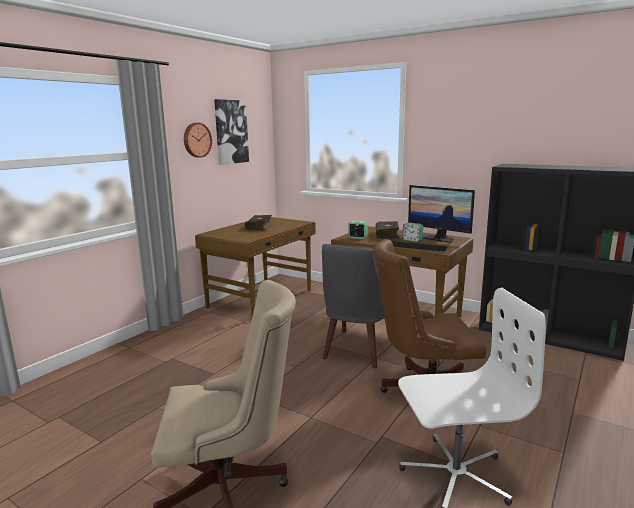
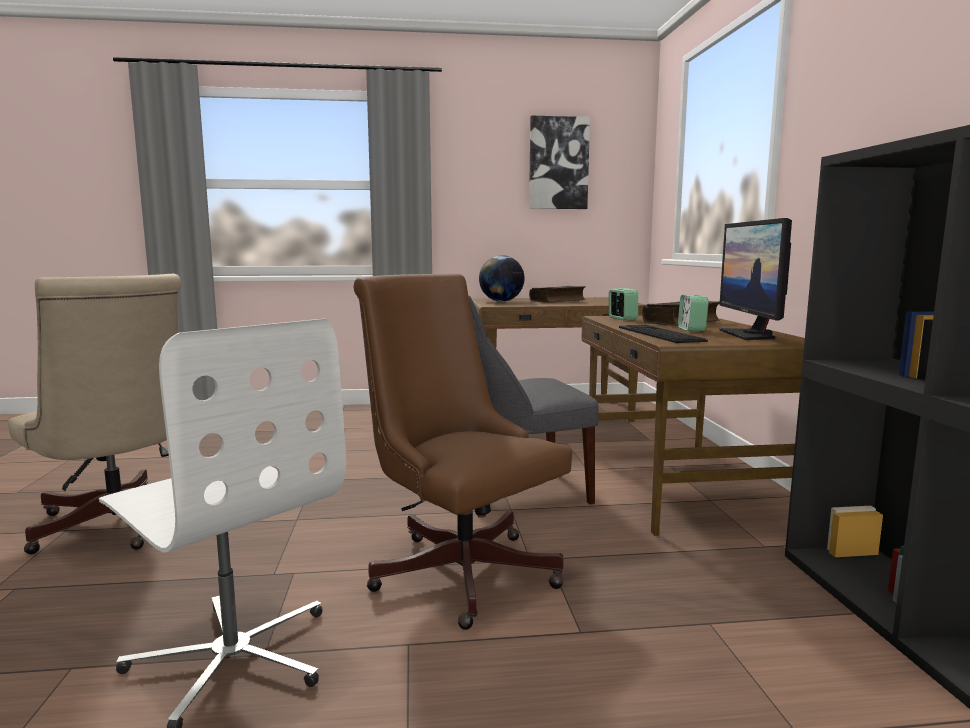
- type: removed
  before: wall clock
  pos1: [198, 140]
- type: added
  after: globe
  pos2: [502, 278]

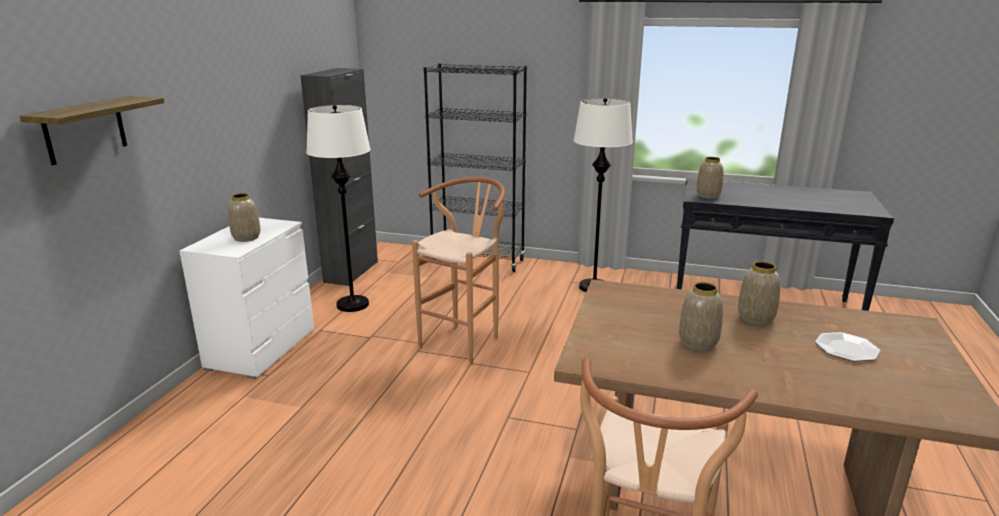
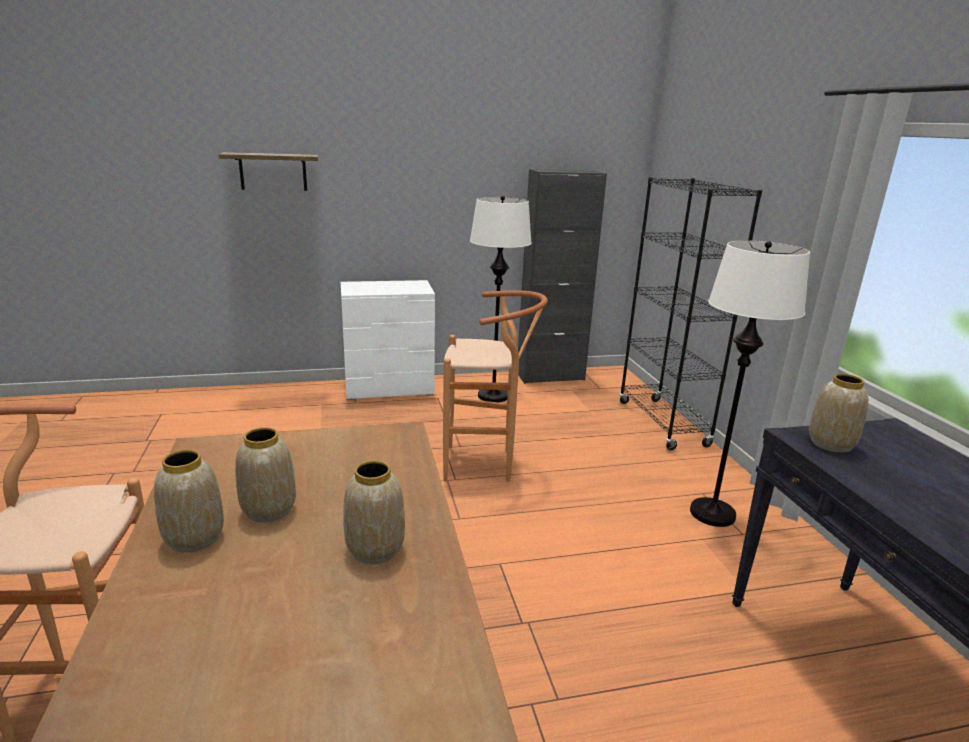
- type: moved
  before: vase
  pos1: [244, 217]
  pos2: [189, 501]
- type: removed
  before: plate
  pos1: [848, 347]

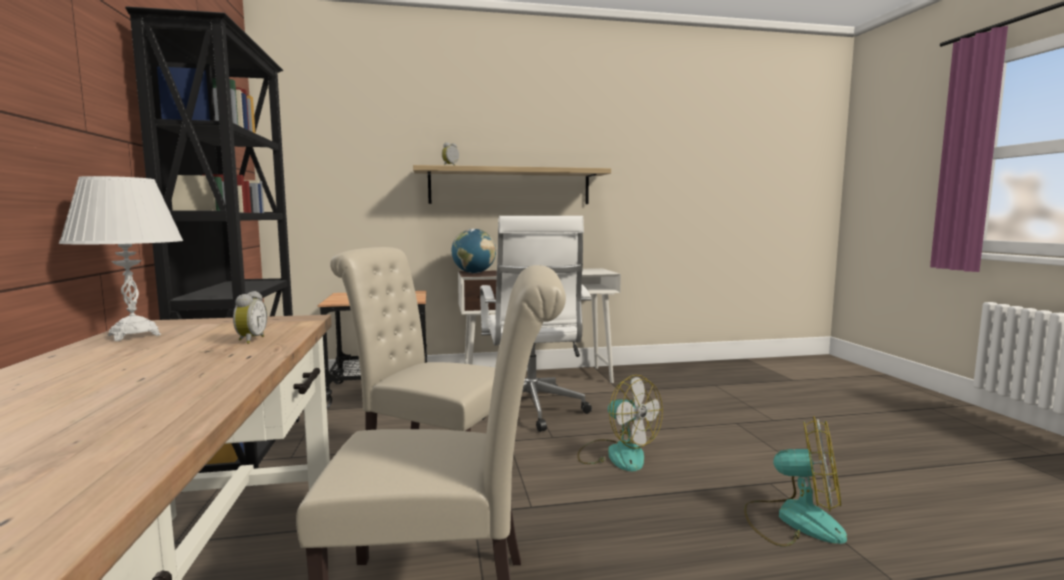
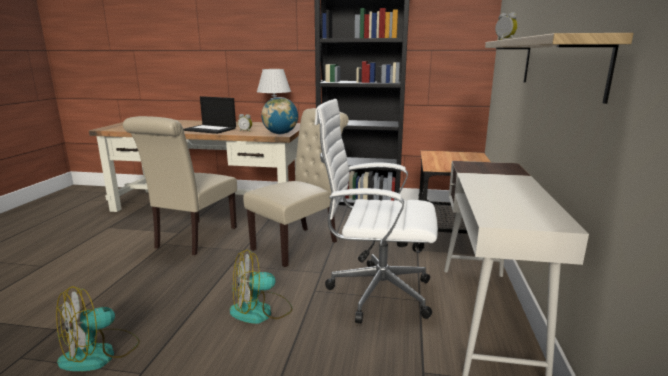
- type: moved
  before: globe
  pos1: [474, 251]
  pos2: [279, 115]
- type: added
  after: laptop
  pos2: [209, 115]

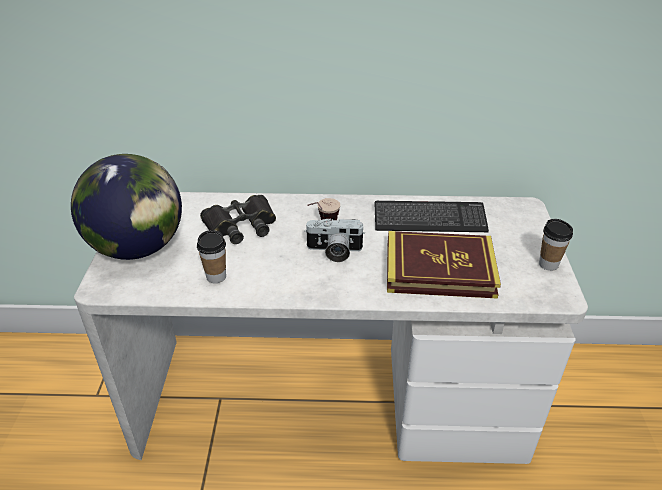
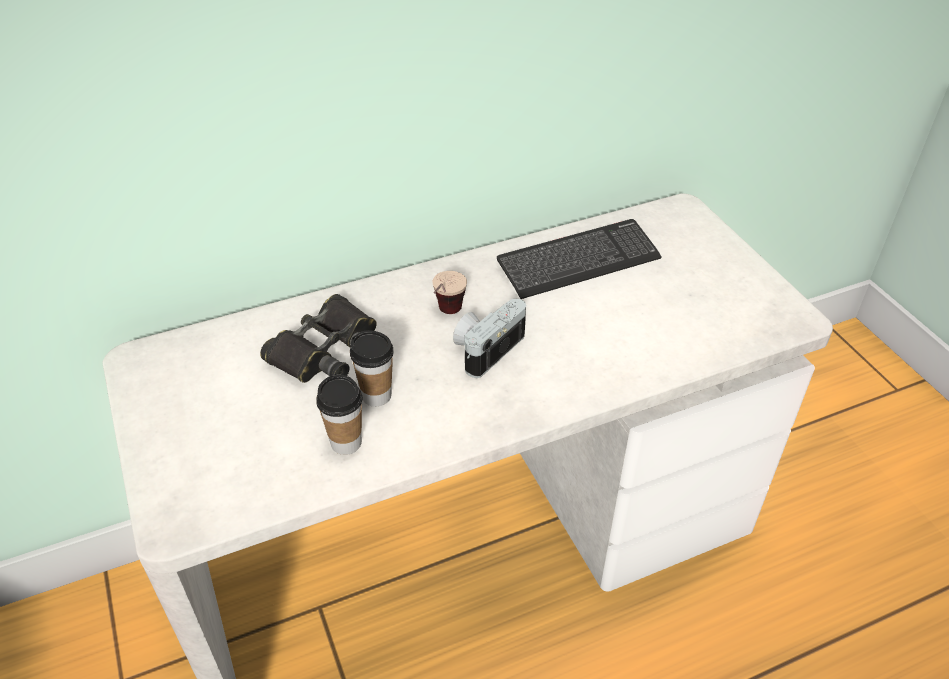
- type: removed
  before: globe
  pos1: [126, 207]
- type: turned
  before: photo camera
  pos1: [334, 240]
  pos2: [489, 338]
  turn: 150
- type: moved
  before: cup
  pos1: [556, 245]
  pos2: [372, 368]
- type: removed
  before: book
  pos1: [444, 265]

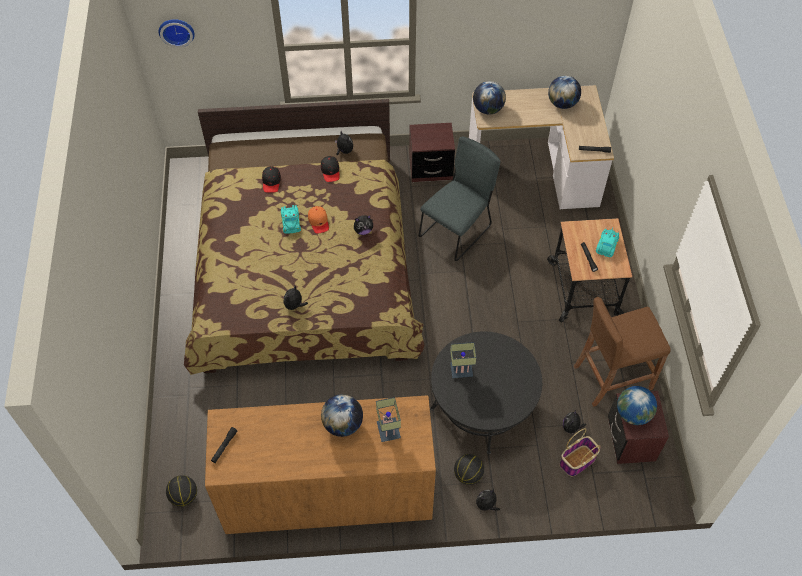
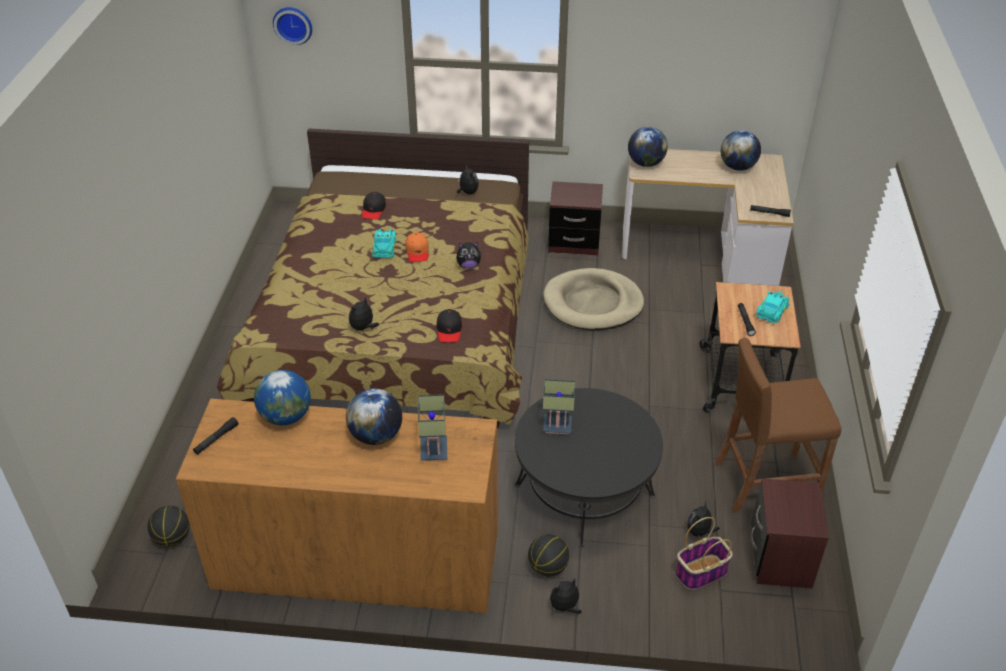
- type: replaced
  before: grey chair
  after: beige dog bed
  pos1: [460, 199]
  pos2: [593, 299]
- type: moved
  before: black cap
  pos1: [330, 169]
  pos2: [449, 325]
- type: moved
  before: globe
  pos1: [637, 405]
  pos2: [282, 398]

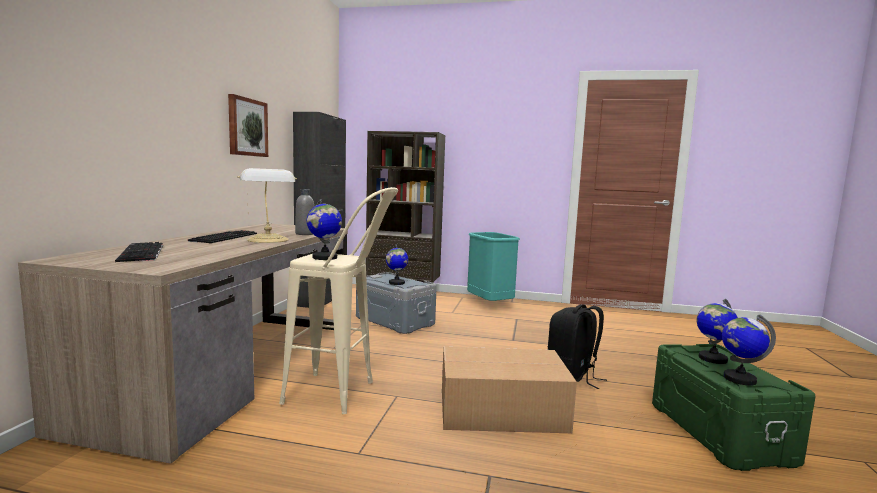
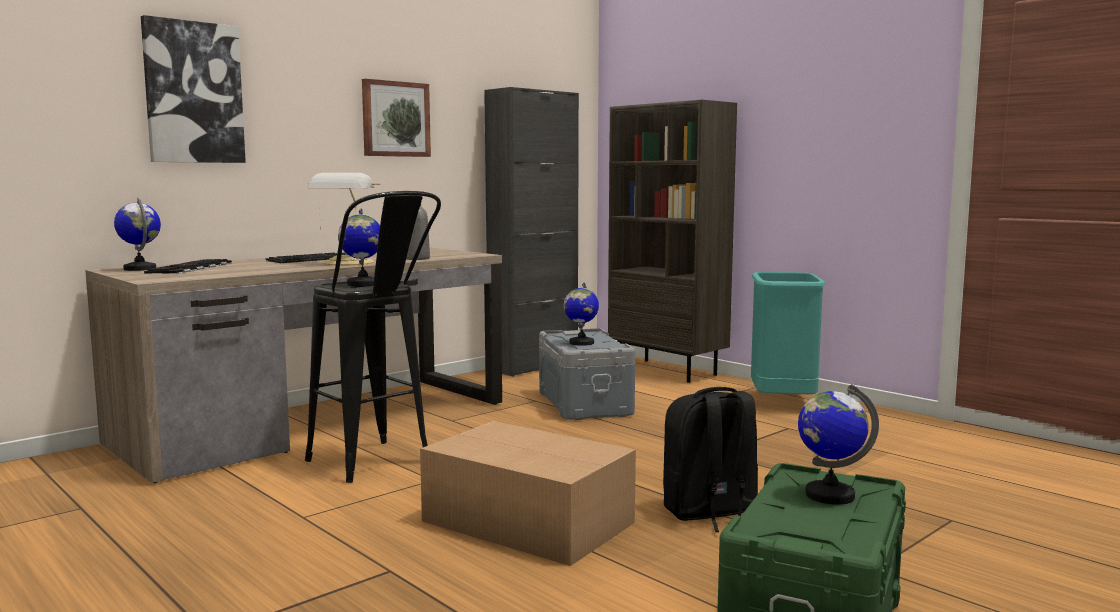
- type: recoloured
  before: beige stool
  after: black stool
  pos1: [338, 300]
  pos2: [373, 337]
- type: moved
  before: globe
  pos1: [749, 350]
  pos2: [137, 234]
- type: added
  after: picture
  pos2: [193, 89]

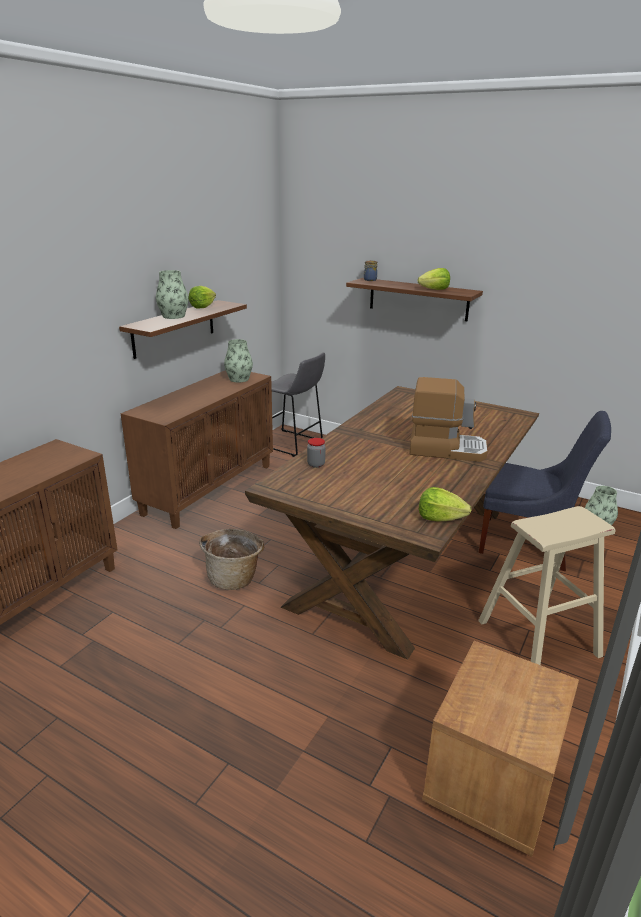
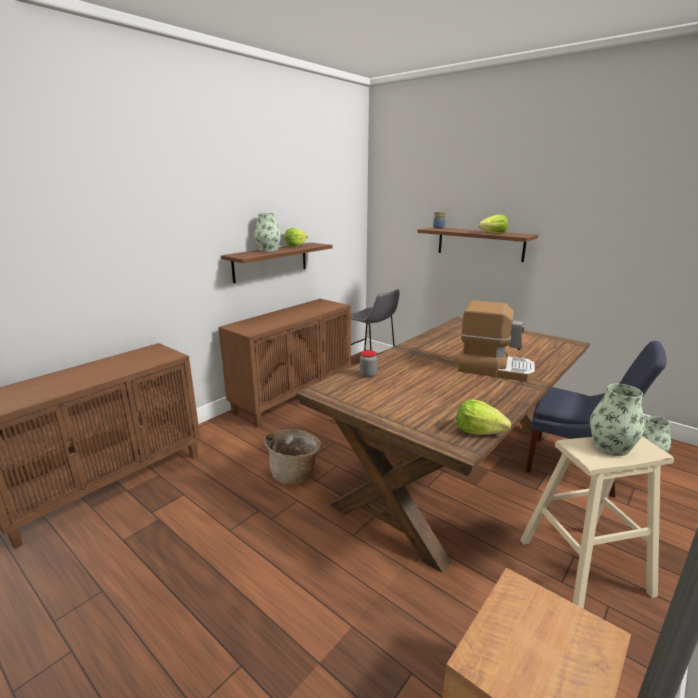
- type: moved
  before: vase
  pos1: [238, 360]
  pos2: [617, 420]

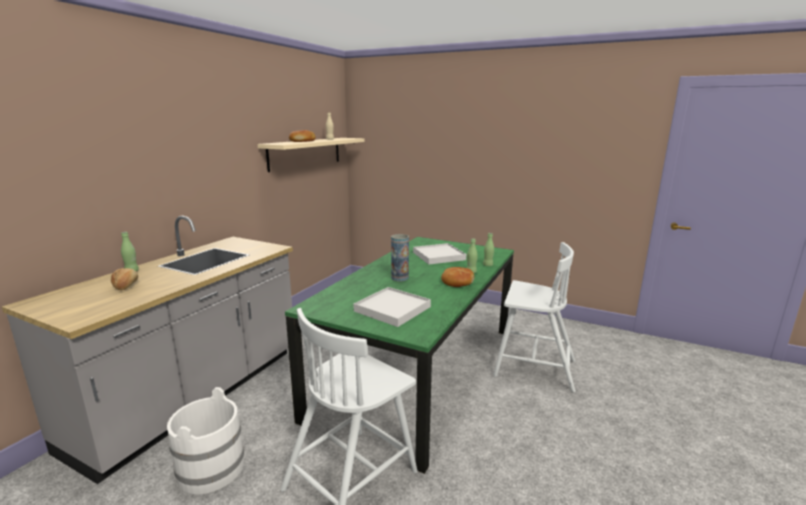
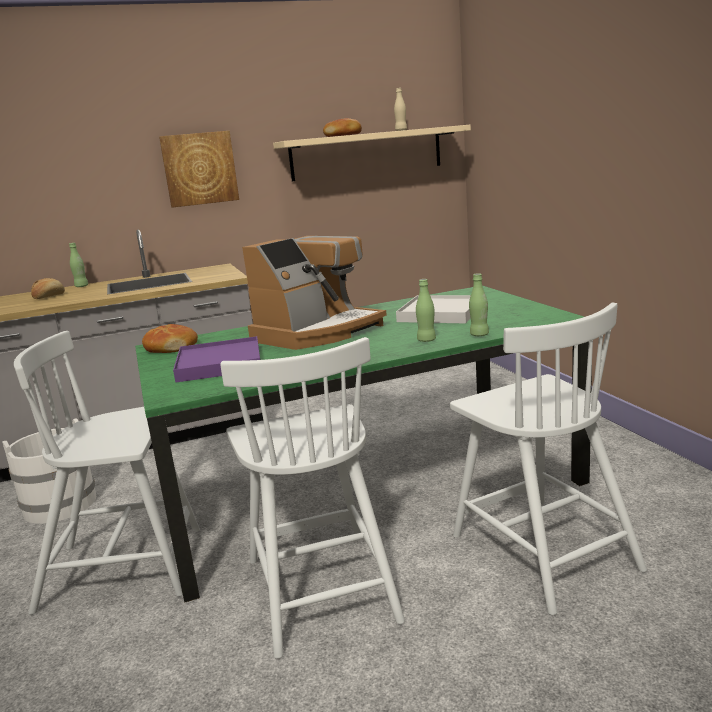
- type: replaced
  before: vase
  after: coffee machine
  pos1: [400, 258]
  pos2: [314, 293]
- type: moved
  before: bread
  pos1: [457, 277]
  pos2: [170, 338]
- type: recoloured
  before: white tray
  after: purple tray
  pos1: [392, 307]
  pos2: [216, 359]
- type: added
  after: picture
  pos2: [199, 169]
- type: added
  after: white chair
  pos2: [312, 498]

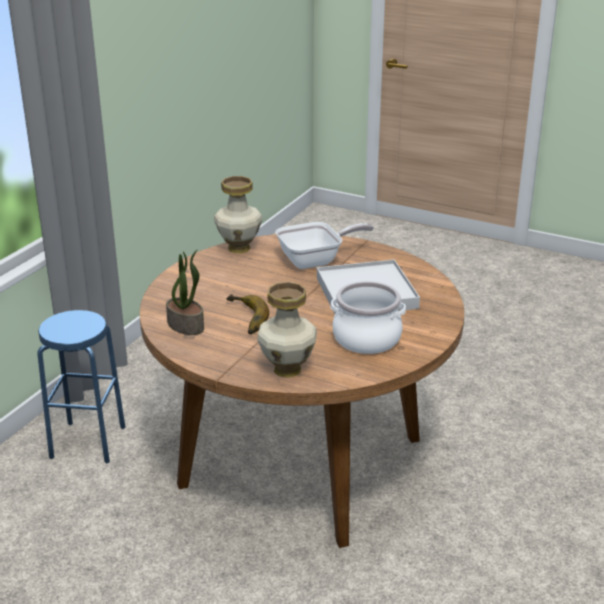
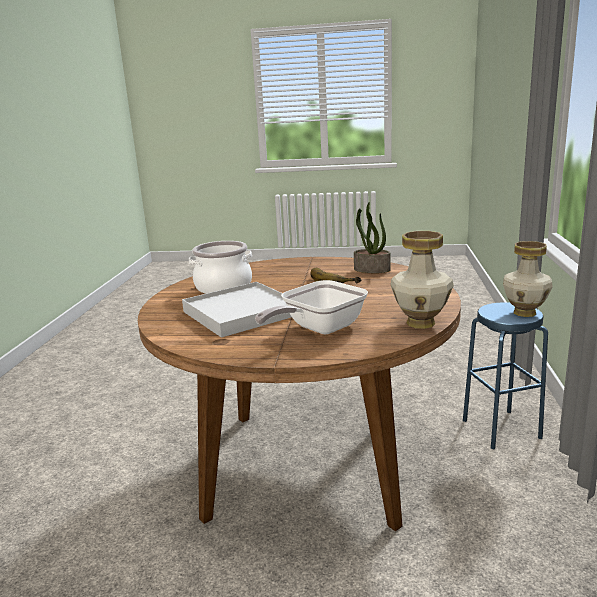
- type: moved
  before: vase
  pos1: [287, 330]
  pos2: [528, 279]

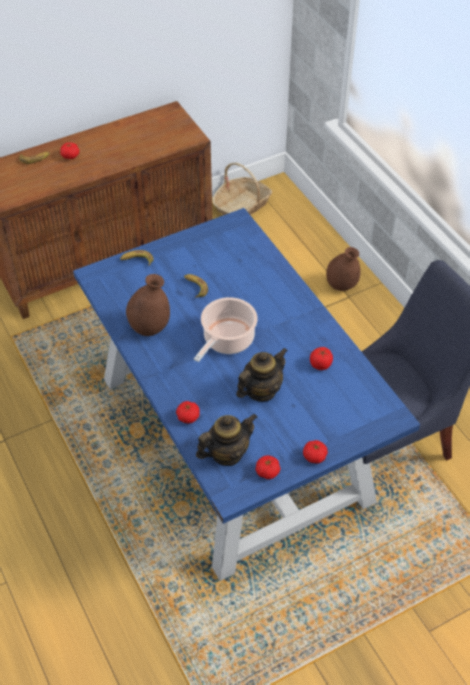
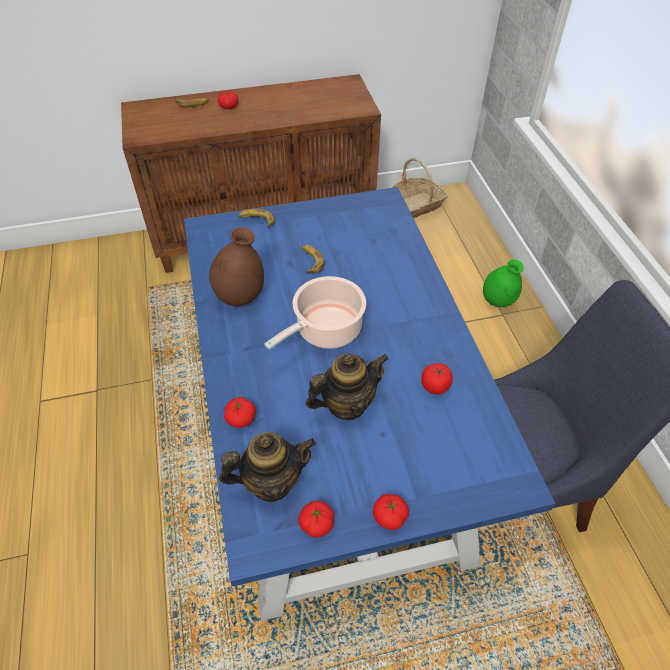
- type: recoloured
  before: brown vase
  after: green vase
  pos1: [343, 269]
  pos2: [503, 283]

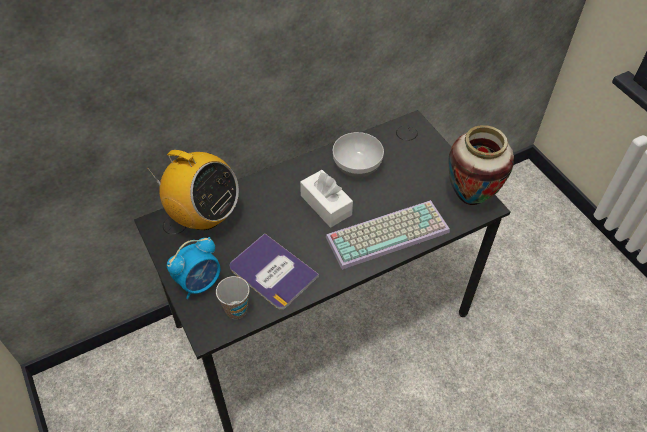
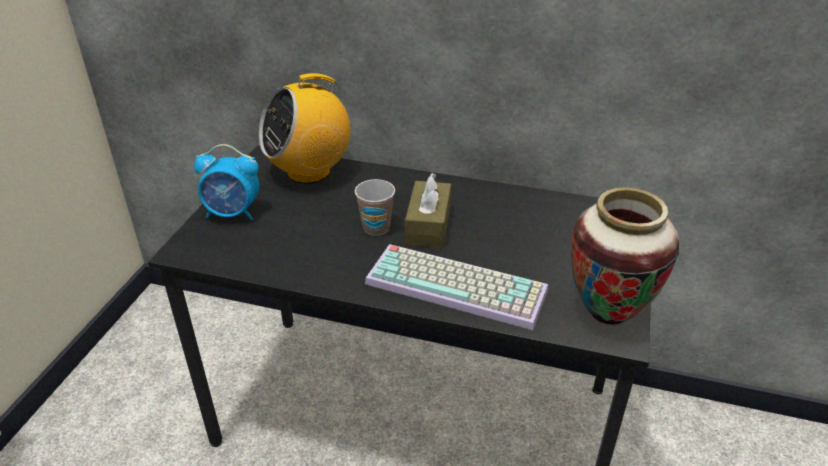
- type: removed
  before: bowl
  pos1: [358, 155]
- type: turned
  before: radio
  pos1: [193, 190]
  pos2: [305, 128]
  turn: 75
- type: recoloured
  before: white tissue box
  after: brown tissue box
  pos1: [326, 199]
  pos2: [428, 210]
- type: removed
  before: book
  pos1: [274, 271]
- type: moved
  before: cup
  pos1: [233, 297]
  pos2: [375, 207]

